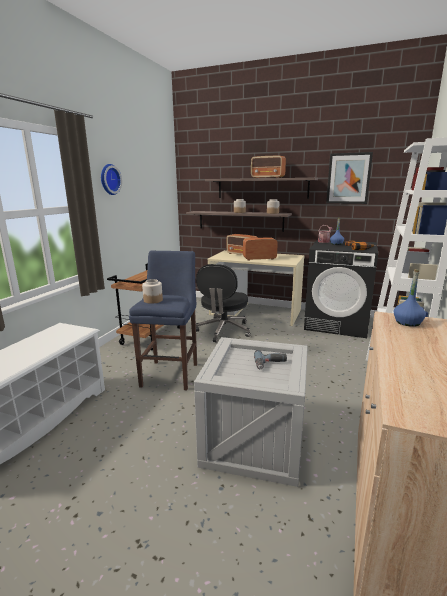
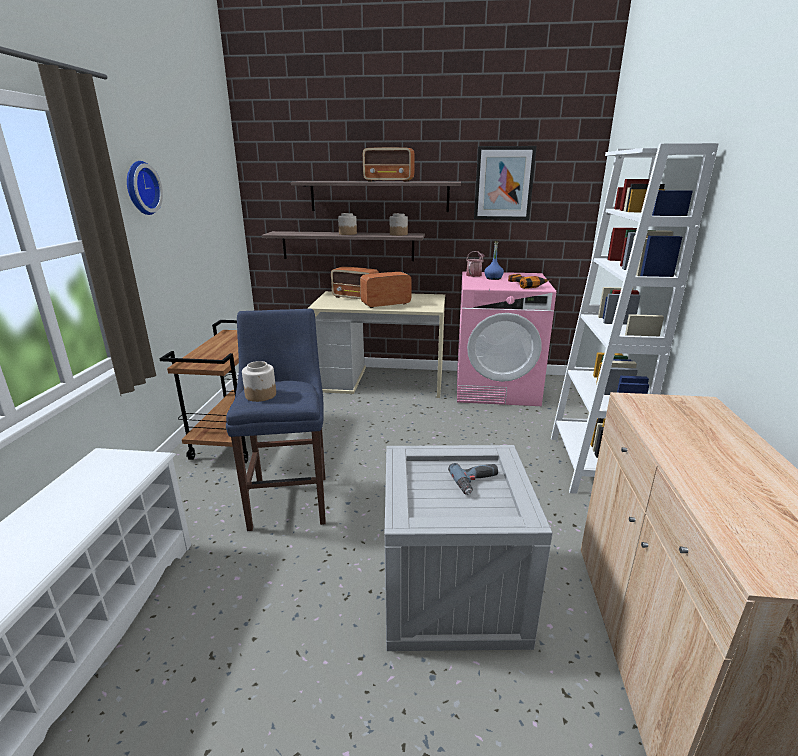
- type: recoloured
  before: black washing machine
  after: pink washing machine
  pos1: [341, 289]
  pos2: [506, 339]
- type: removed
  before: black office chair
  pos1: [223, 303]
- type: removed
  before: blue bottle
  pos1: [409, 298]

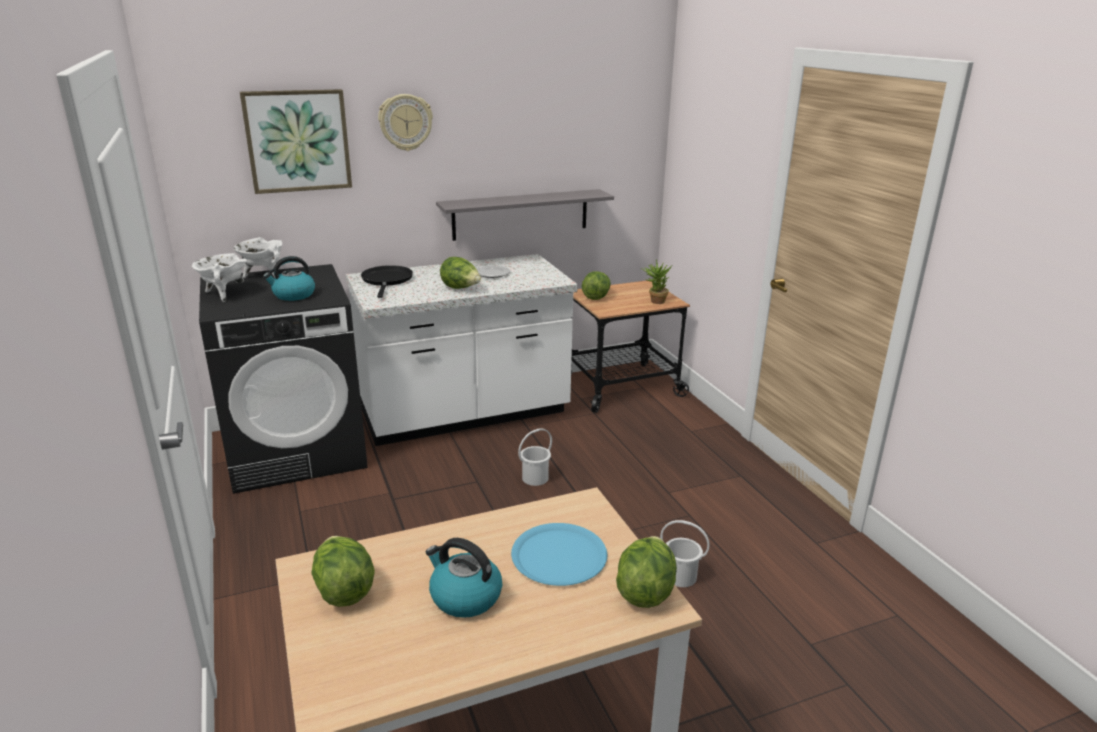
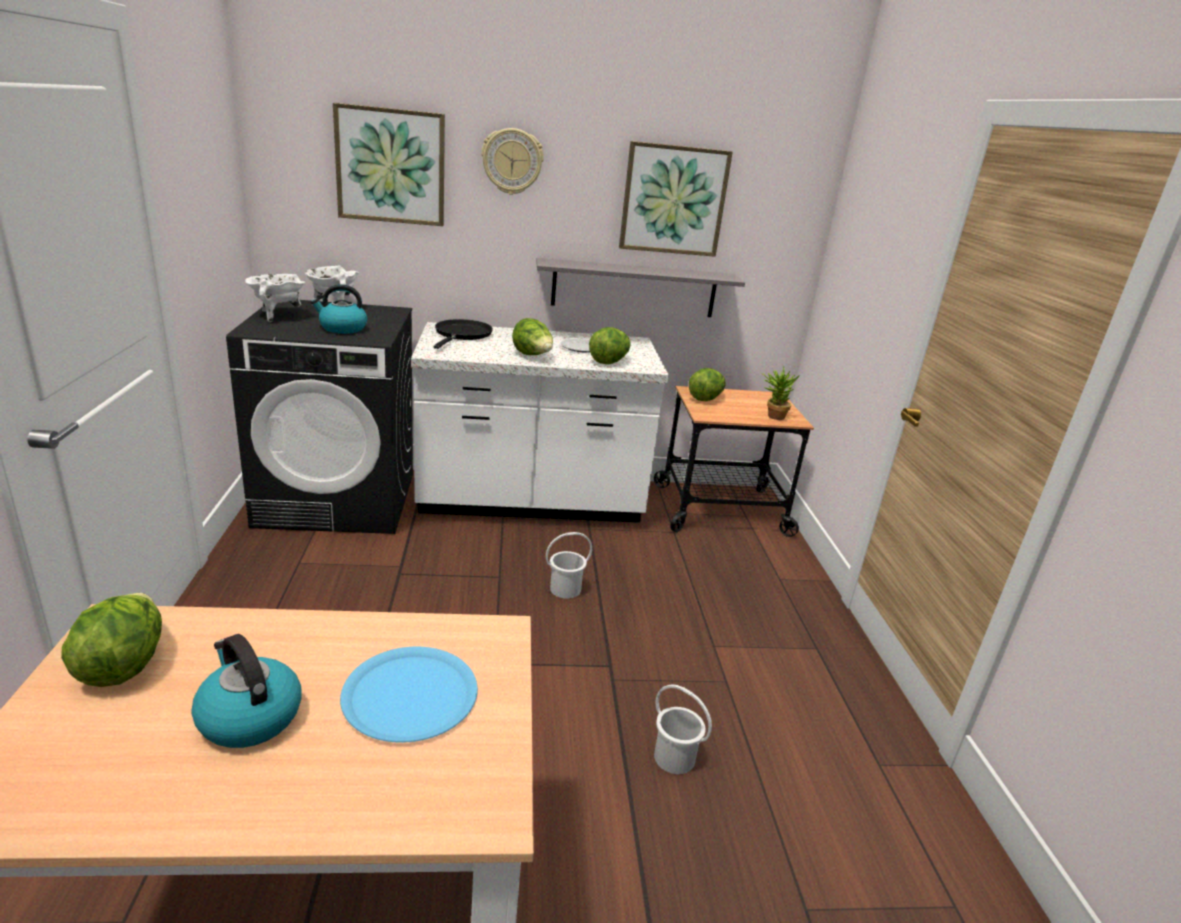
- type: moved
  before: lettuce
  pos1: [646, 572]
  pos2: [610, 345]
- type: added
  after: picture
  pos2: [676, 199]

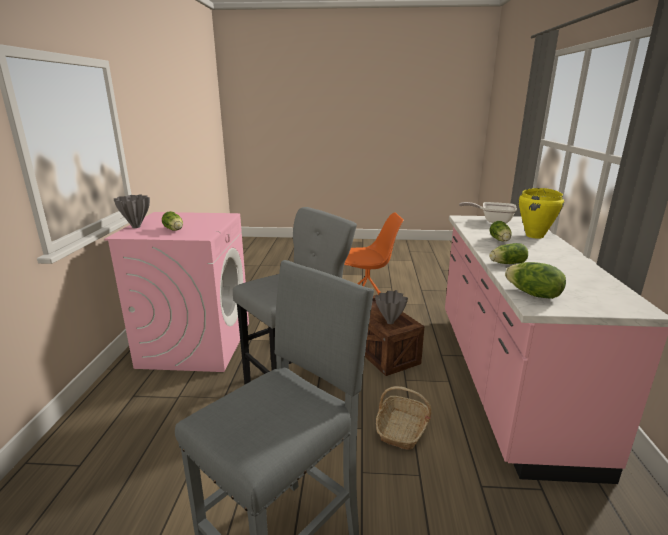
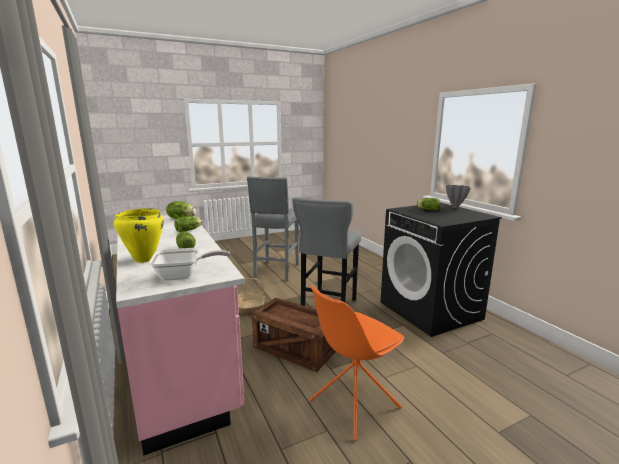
- type: recoloured
  before: pink washing machine
  after: black washing machine
  pos1: [176, 292]
  pos2: [441, 269]
- type: removed
  before: grey vase
  pos1: [391, 307]

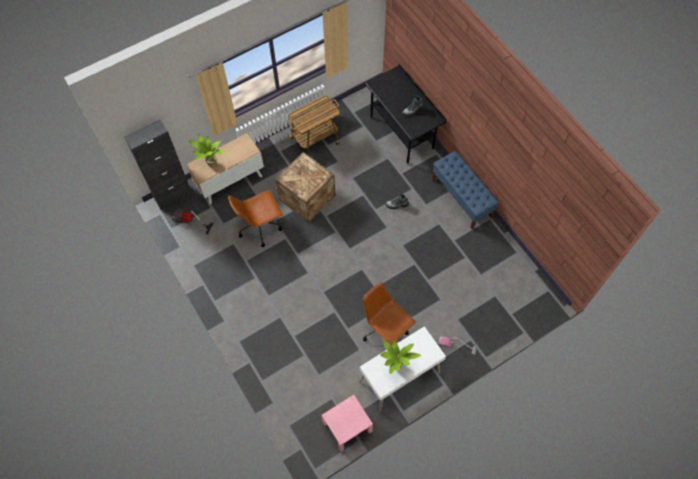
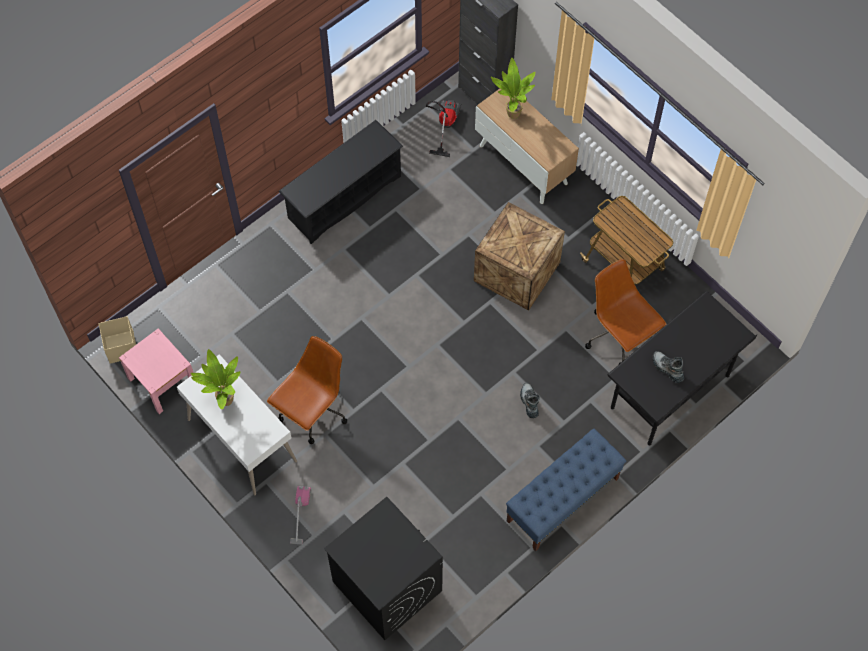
- type: moved
  before: brown office chair
  pos1: [255, 218]
  pos2: [625, 311]
- type: added
  after: black shoe rack
  pos2: [340, 182]
- type: added
  after: beige storage box
  pos2: [117, 340]
- type: added
  after: black washing machine
  pos2: [383, 568]

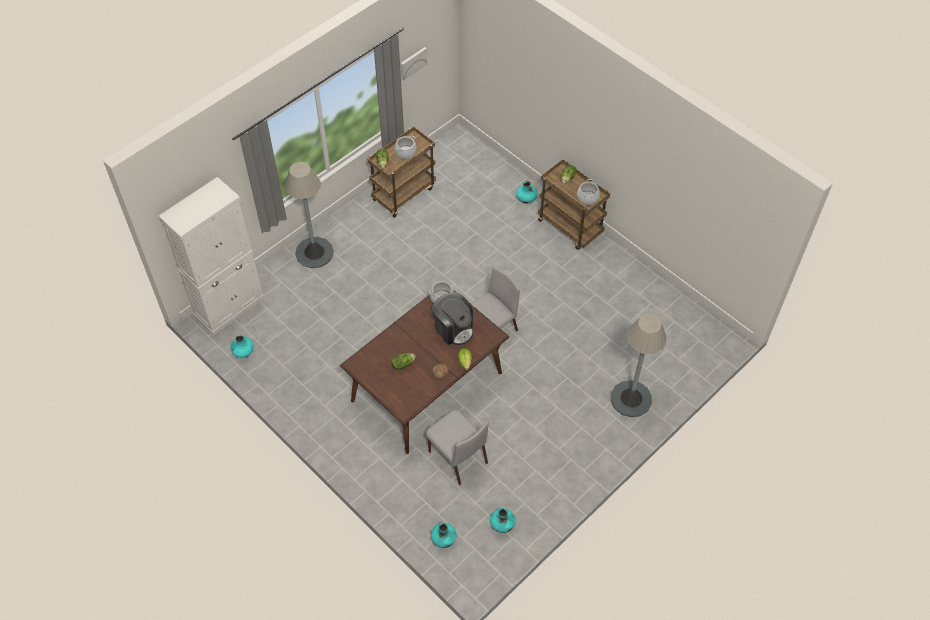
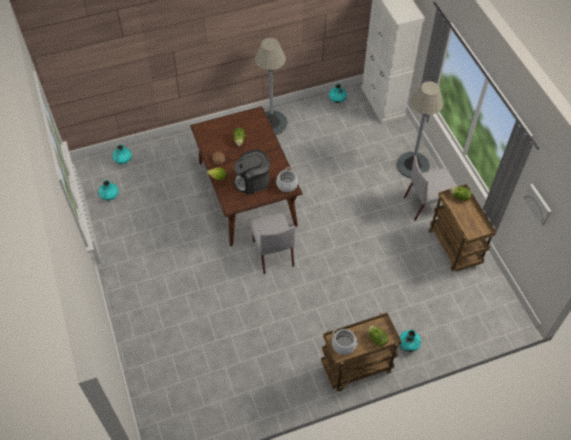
- type: removed
  before: cooking pot
  pos1: [405, 147]
- type: moved
  before: grey floor lamp
  pos1: [639, 365]
  pos2: [271, 86]
- type: moved
  before: grey chair
  pos1: [457, 447]
  pos2: [430, 188]

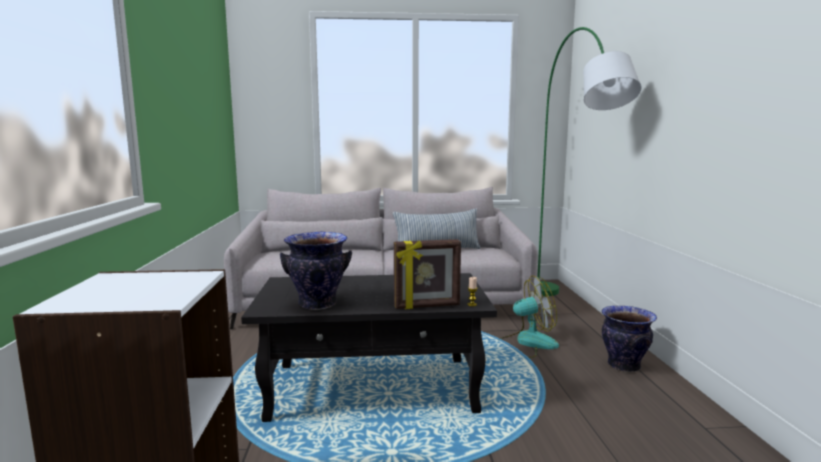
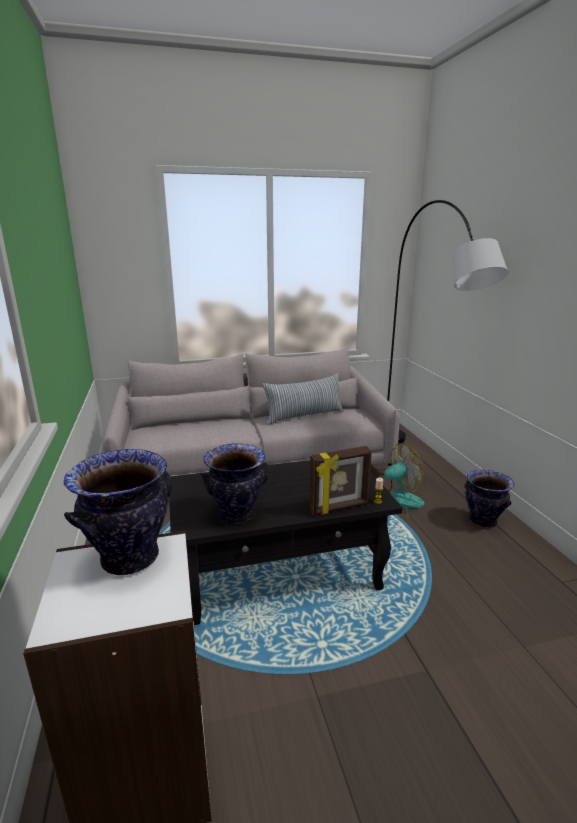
- type: recoloured
  before: green floor lamp
  after: grey floor lamp
  pos1: [589, 161]
  pos2: [447, 322]
- type: added
  after: vase
  pos2: [118, 512]

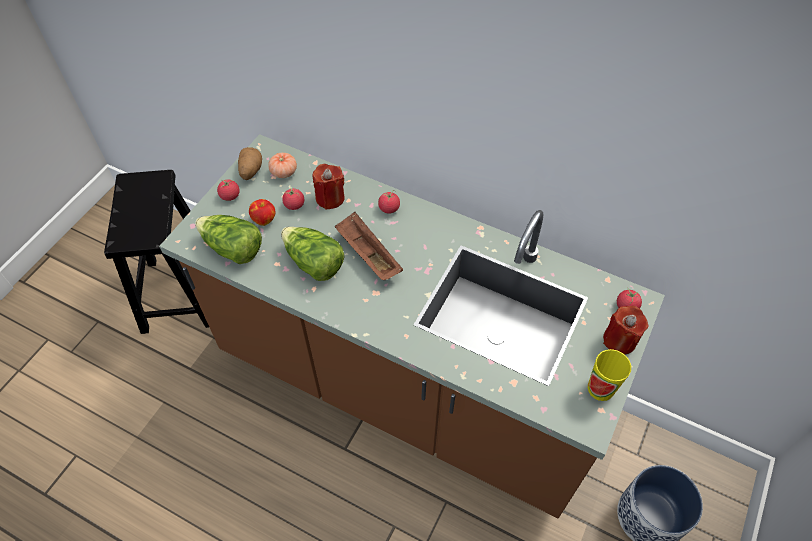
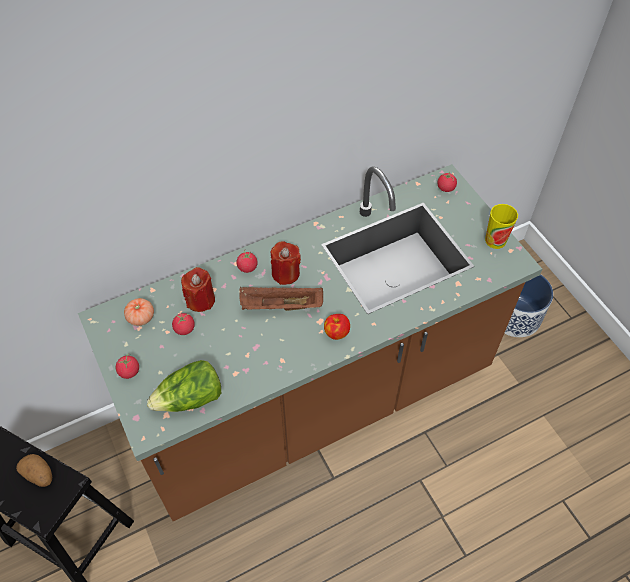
- type: moved
  before: potato
  pos1: [250, 163]
  pos2: [34, 470]
- type: moved
  before: apple
  pos1: [262, 212]
  pos2: [337, 327]
- type: removed
  before: lettuce
  pos1: [312, 254]
- type: moved
  before: red candle
  pos1: [626, 330]
  pos2: [286, 263]

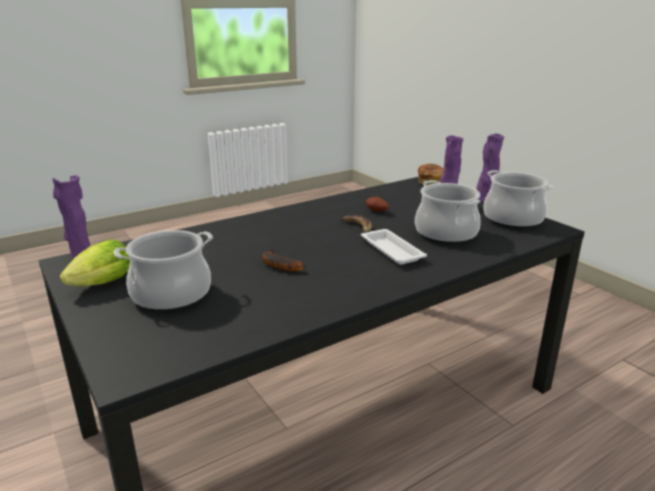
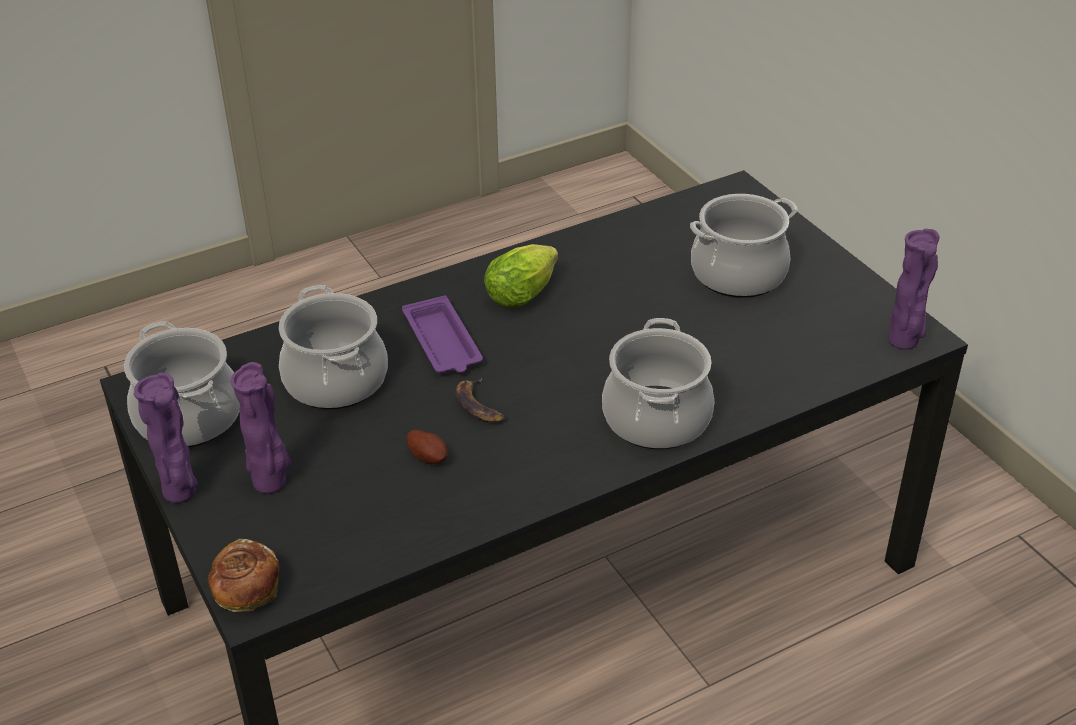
- type: recoloured
  before: white tray
  after: purple tray
  pos1: [394, 247]
  pos2: [442, 334]
- type: moved
  before: lettuce
  pos1: [95, 262]
  pos2: [521, 275]
- type: removed
  before: banana
  pos1: [283, 260]
- type: added
  after: cooking pot
  pos2: [658, 383]

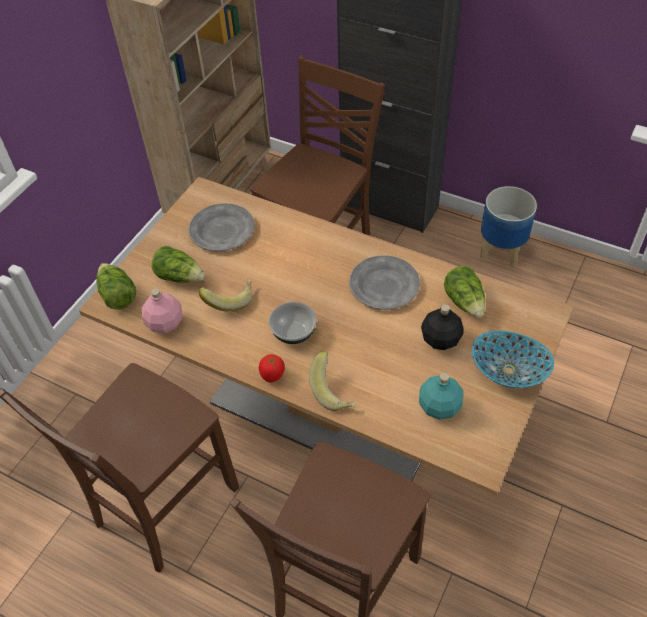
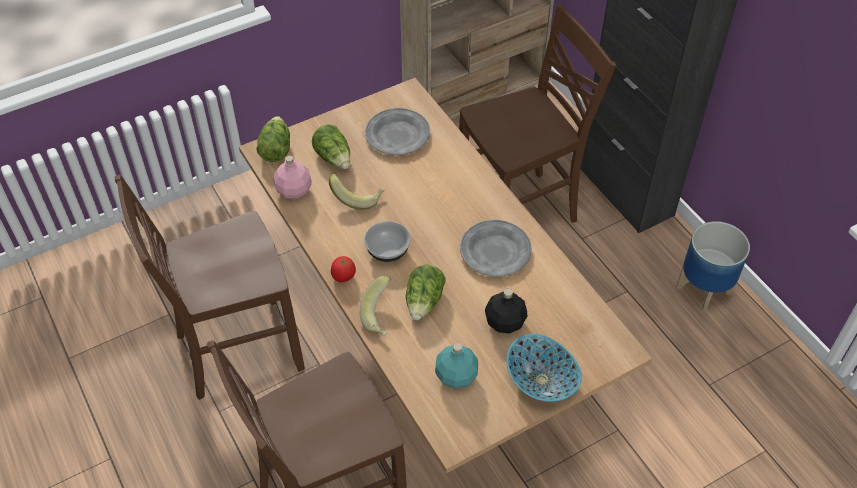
- type: moved
  before: lettuce
  pos1: [464, 292]
  pos2: [426, 292]

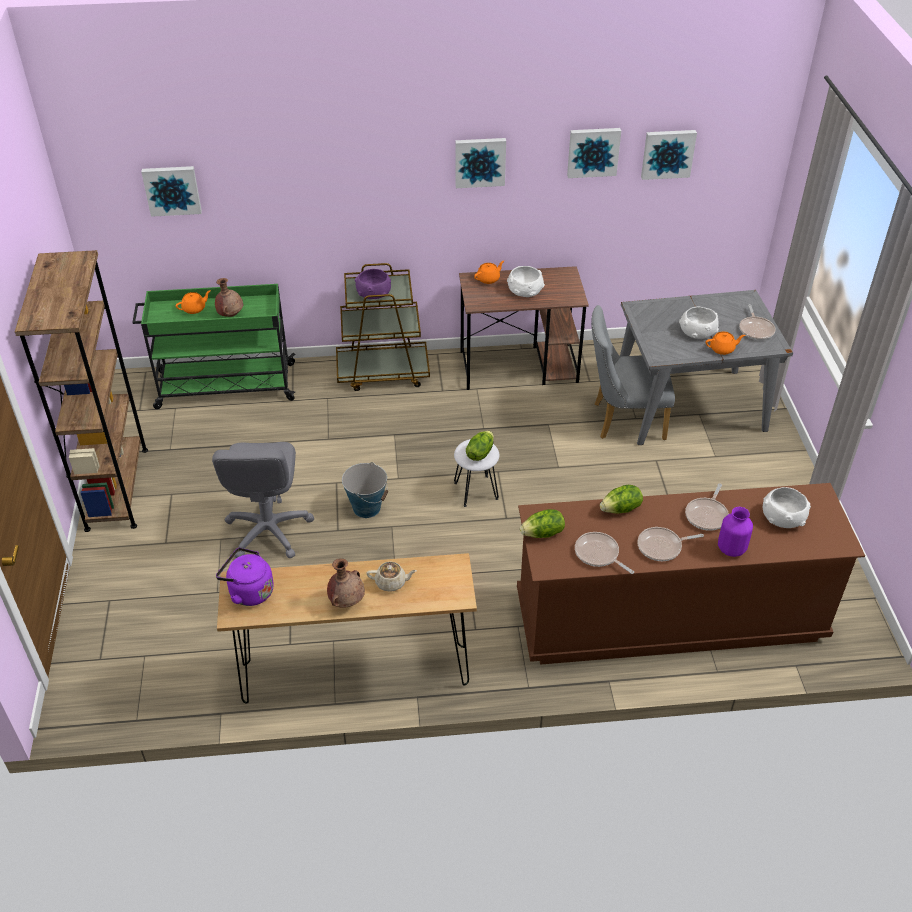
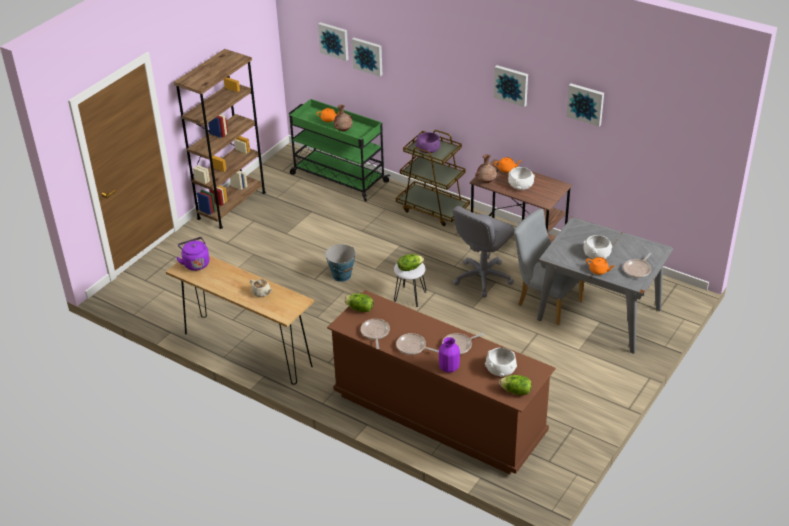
- type: moved
  before: picture
  pos1: [669, 155]
  pos2: [367, 57]
- type: moved
  before: grey office chair
  pos1: [263, 500]
  pos2: [484, 251]
- type: moved
  before: lettuce
  pos1: [621, 499]
  pos2: [515, 385]
- type: moved
  before: brown vase
  pos1: [346, 583]
  pos2: [486, 168]

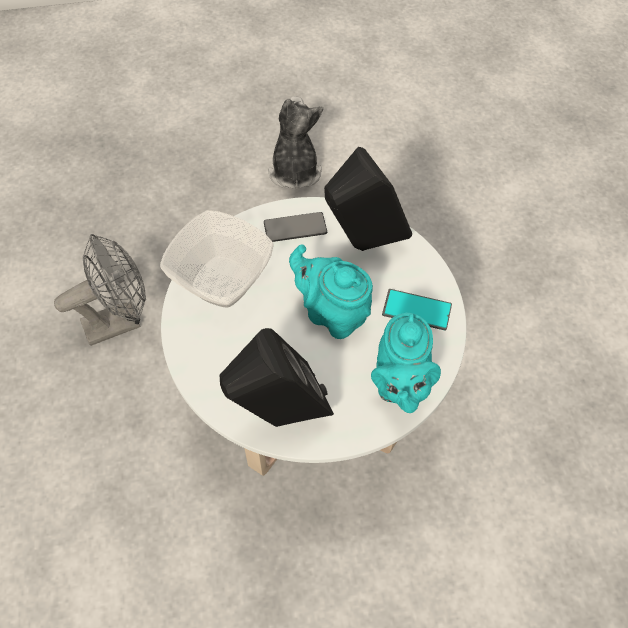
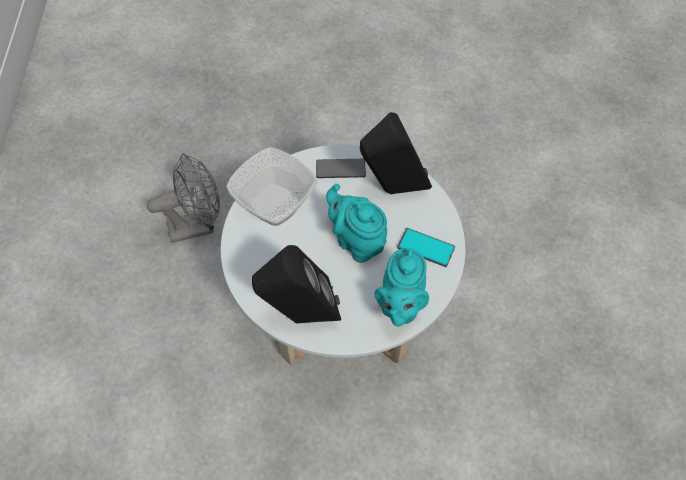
- type: removed
  before: plush toy
  pos1: [295, 143]

